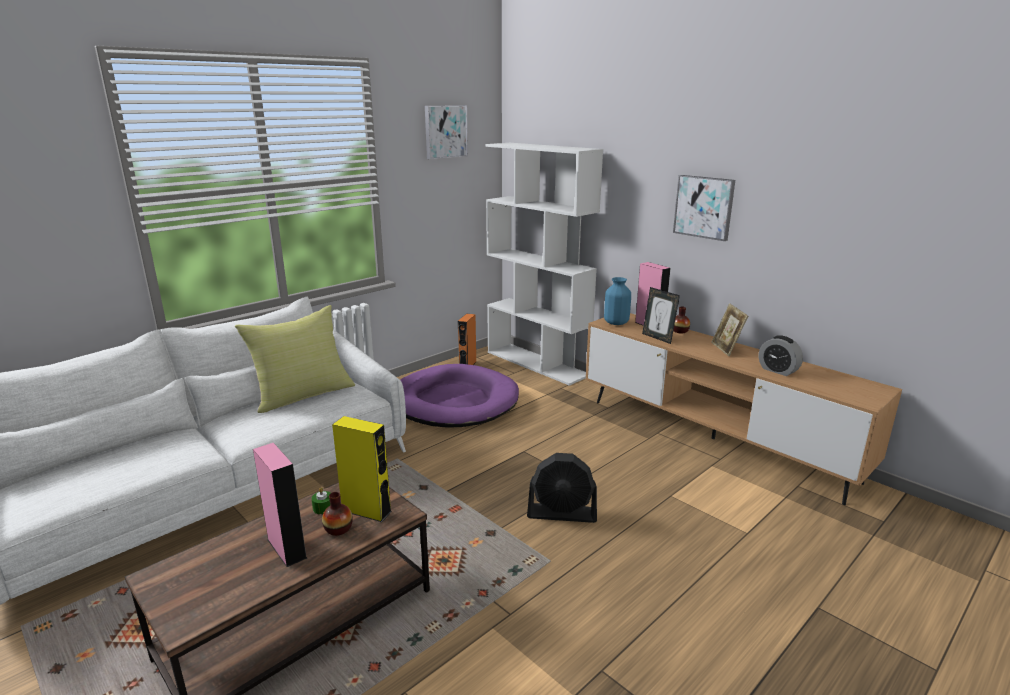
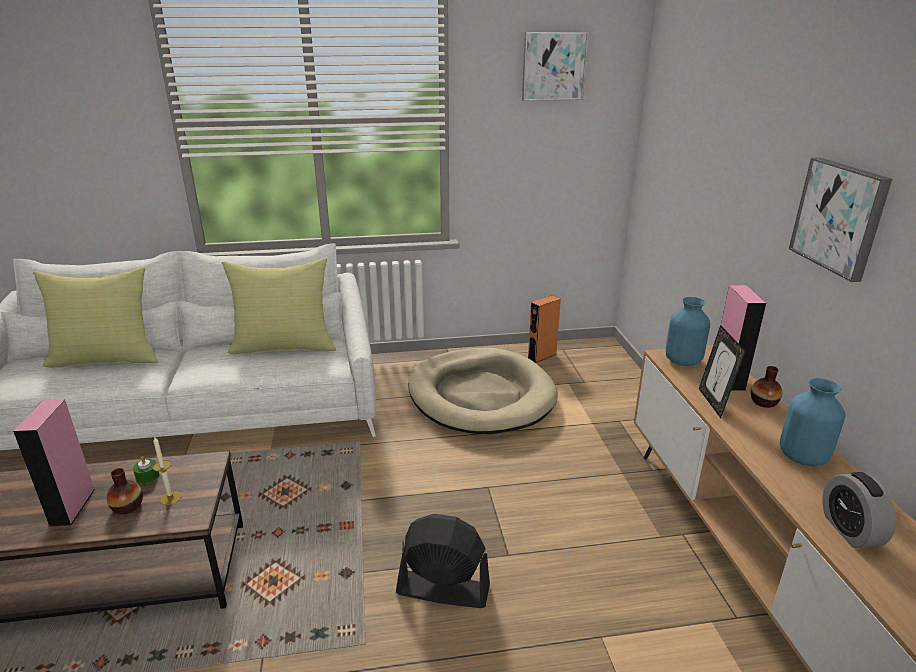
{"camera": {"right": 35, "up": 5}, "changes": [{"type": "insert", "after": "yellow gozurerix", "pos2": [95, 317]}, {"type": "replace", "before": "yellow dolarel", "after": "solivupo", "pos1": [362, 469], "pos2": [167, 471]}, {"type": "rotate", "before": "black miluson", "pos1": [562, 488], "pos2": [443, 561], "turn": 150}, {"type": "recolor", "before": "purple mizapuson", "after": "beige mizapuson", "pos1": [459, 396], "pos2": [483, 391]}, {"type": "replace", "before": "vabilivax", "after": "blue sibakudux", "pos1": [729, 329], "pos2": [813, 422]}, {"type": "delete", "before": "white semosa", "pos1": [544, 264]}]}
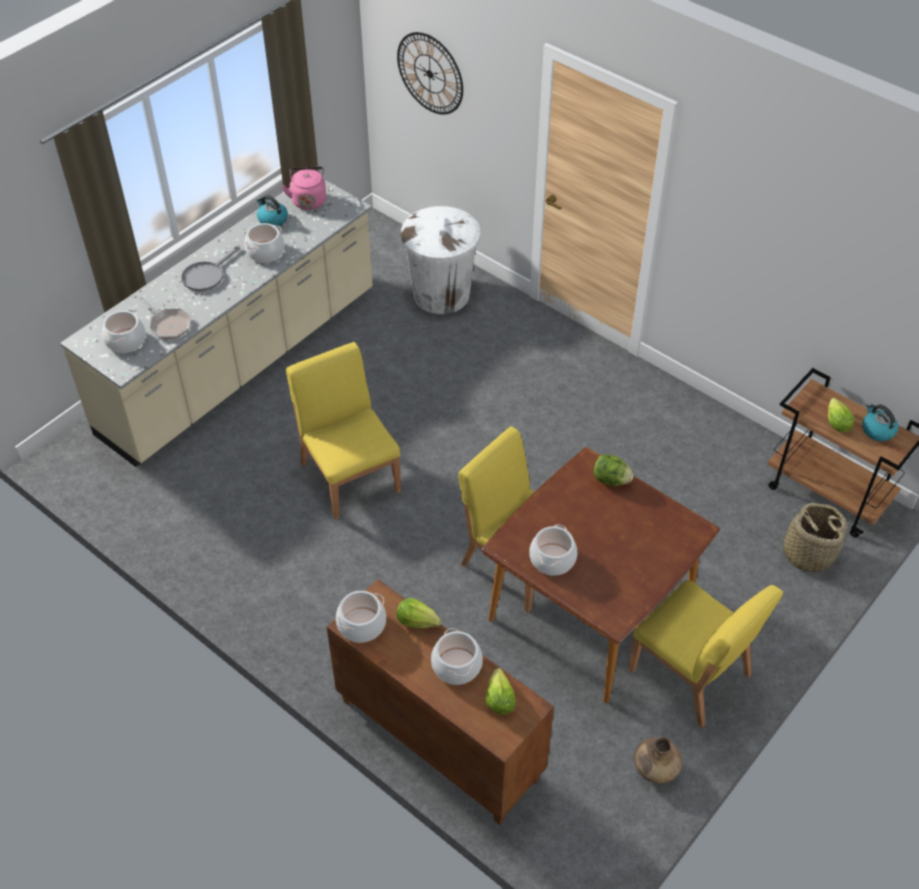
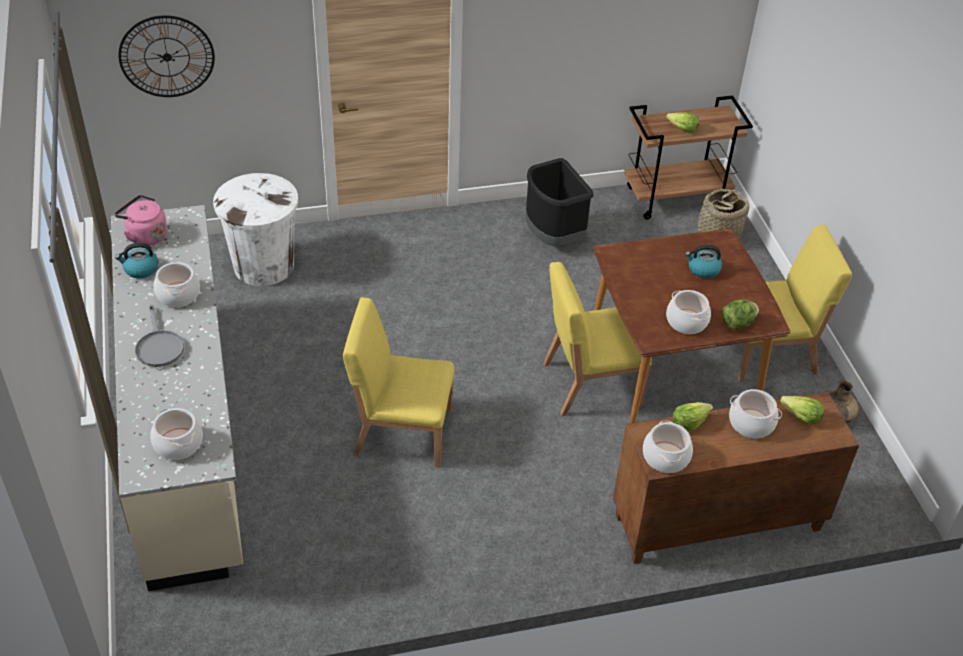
{"camera": {"right": -55, "up": -5}, "changes": [{"type": "insert", "after": "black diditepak", "pos2": [559, 202]}, {"type": "move", "before": "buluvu", "pos1": [880, 422], "pos2": [703, 261]}, {"type": "move", "before": "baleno", "pos1": [614, 470], "pos2": [740, 314]}, {"type": "delete", "before": "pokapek", "pos1": [164, 317]}]}
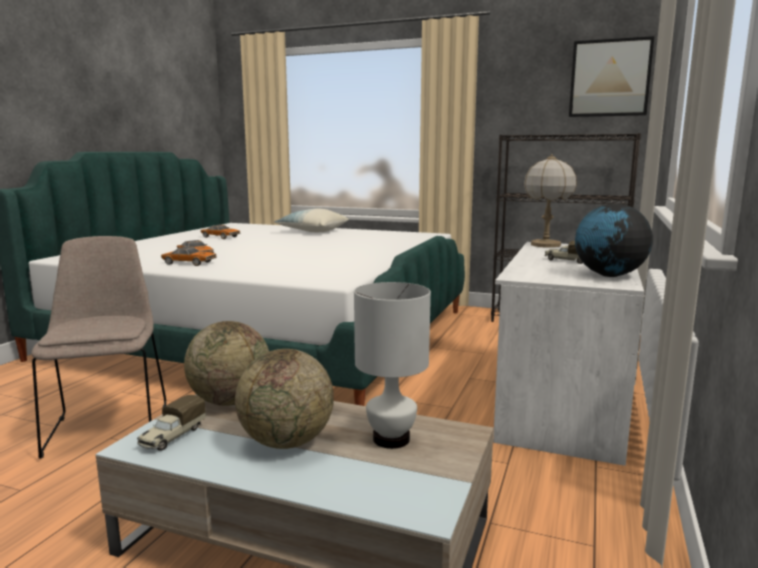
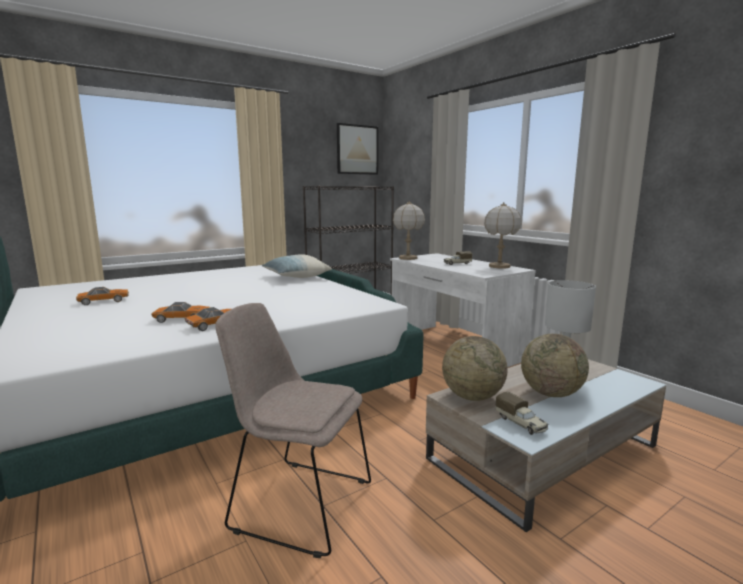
{"camera": {"right": -55, "up": 0}, "changes": [{"type": "move", "before": "gozurerix", "pos1": [311, 220], "pos2": [297, 266]}, {"type": "replace", "before": "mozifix", "after": "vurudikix", "pos1": [614, 240], "pos2": [503, 235]}]}
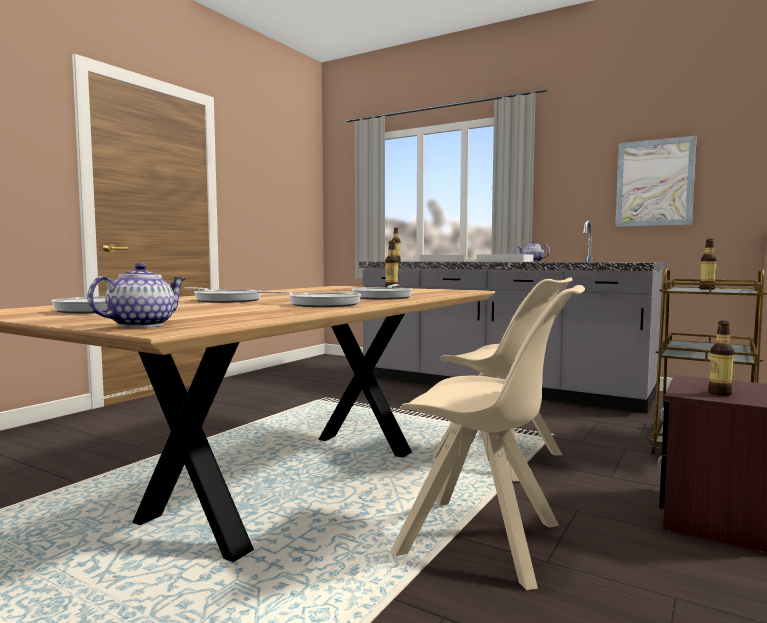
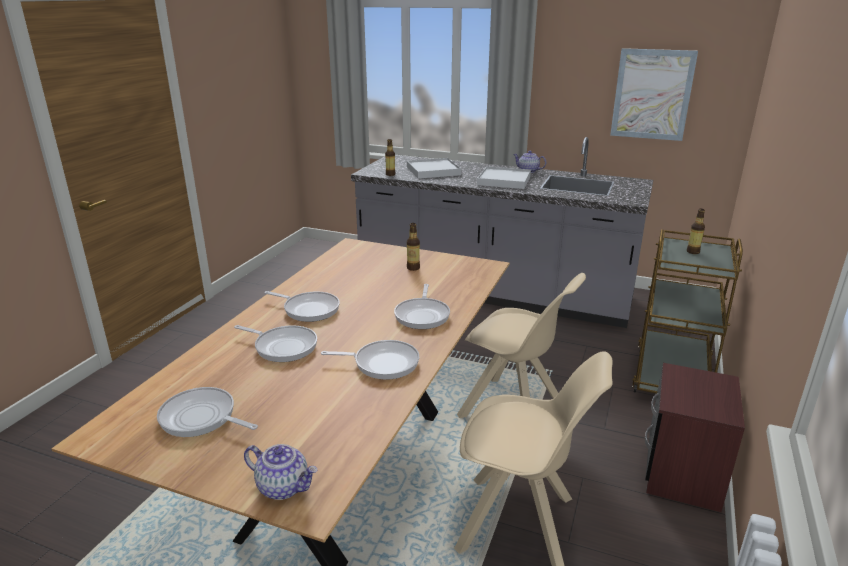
{"camera": {"right": -10, "up": 20}, "changes": [{"type": "rotate", "before": "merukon", "pos1": [136, 295], "pos2": [281, 472], "turn": 90}, {"type": "insert", "after": "pokapek", "pos2": [302, 306]}, {"type": "delete", "before": "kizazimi", "pos1": [721, 358]}]}
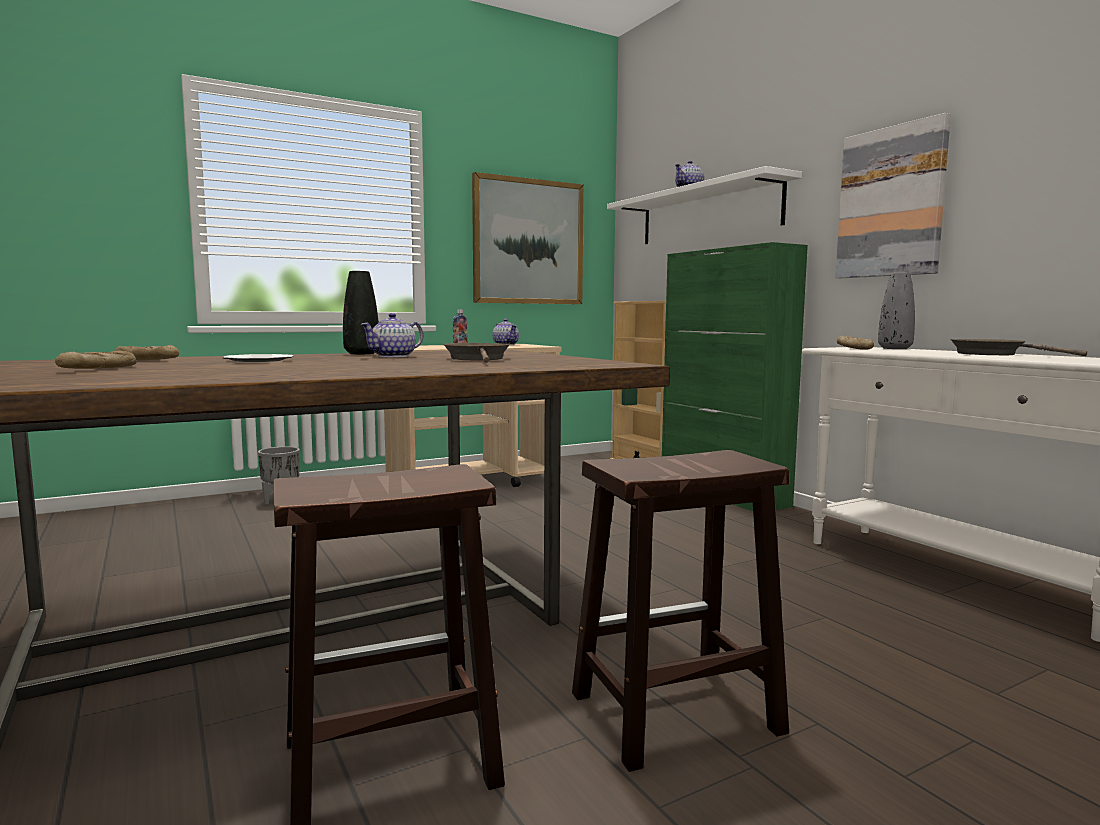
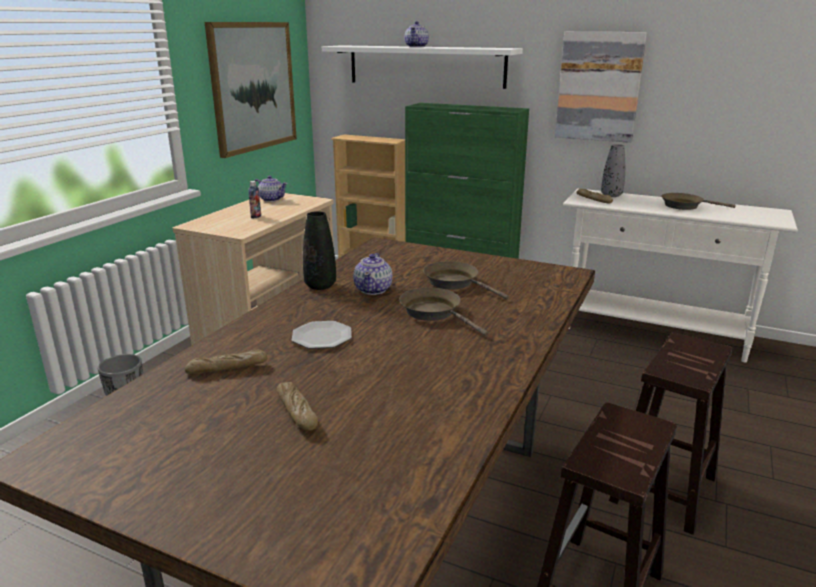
{"camera": {"right": -35, "up": 15}, "changes": [{"type": "insert", "after": "brown pokapek", "pos2": [443, 312]}]}
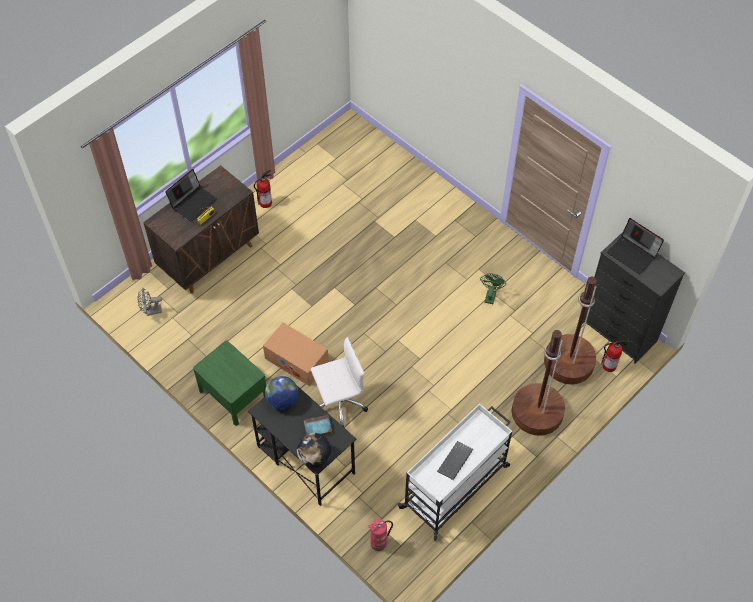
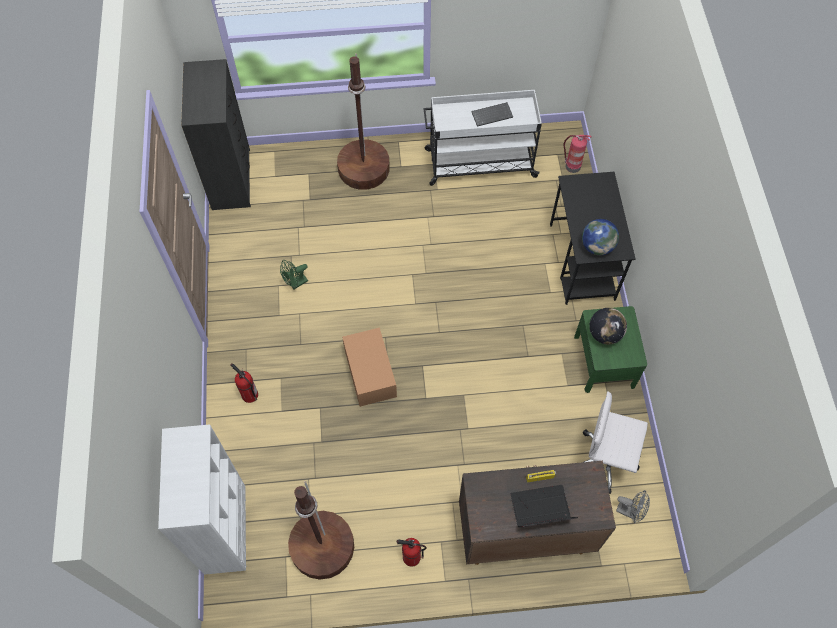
{"camera": {"right": -140, "up": 5}, "changes": [{"type": "insert", "after": "white semosa", "pos2": [202, 499]}, {"type": "move", "before": "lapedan", "pos1": [615, 356], "pos2": [244, 383]}, {"type": "move", "before": "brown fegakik", "pos1": [570, 330], "pos2": [321, 530]}, {"type": "move", "before": "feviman", "pos1": [296, 354], "pos2": [369, 367]}, {"type": "move", "before": "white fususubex", "pos1": [339, 382], "pos2": [615, 443]}, {"type": "move", "before": "mozifix", "pos1": [314, 450], "pos2": [608, 326]}, {"type": "delete", "before": "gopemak", "pos1": [318, 425]}, {"type": "delete", "before": "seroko", "pos1": [635, 246]}]}
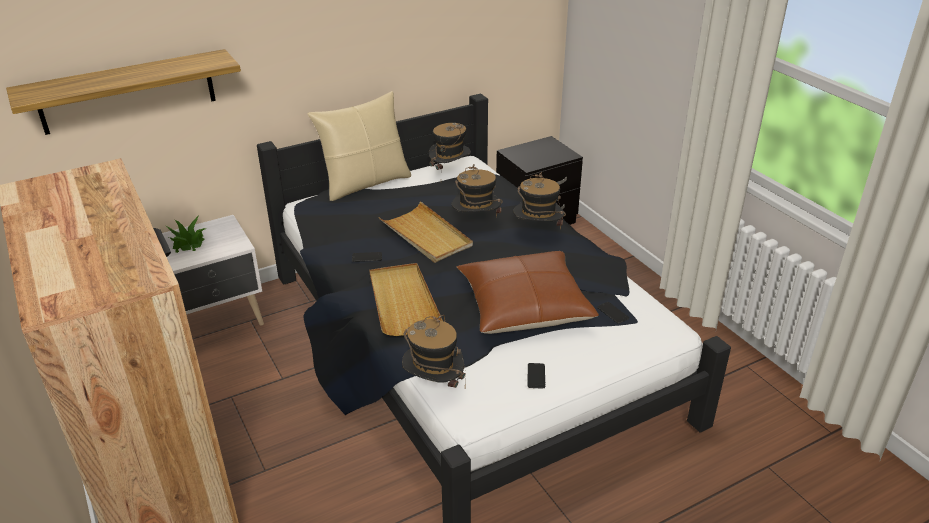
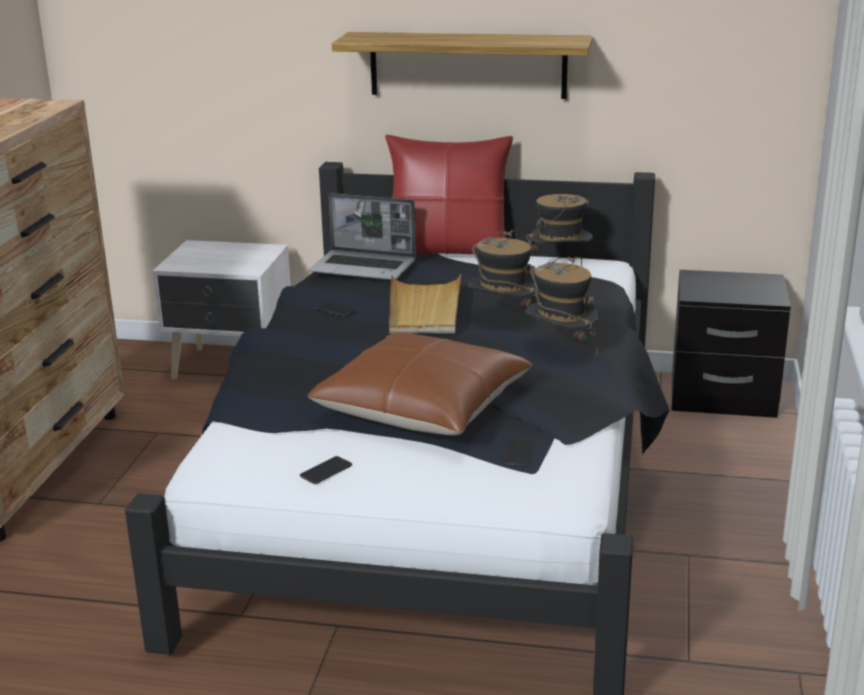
{"camera": {"right": 40, "up": -10}, "changes": [{"type": "insert", "after": "seroko", "pos2": [362, 236]}, {"type": "move", "before": "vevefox", "pos1": [123, 92], "pos2": [462, 65]}, {"type": "recolor", "before": "beige gozurerix", "after": "red gozurerix", "pos1": [359, 146], "pos2": [449, 194]}, {"type": "delete", "before": "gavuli", "pos1": [186, 234]}, {"type": "delete", "before": "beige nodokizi", "pos1": [406, 299]}, {"type": "delete", "before": "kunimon", "pos1": [434, 351]}]}
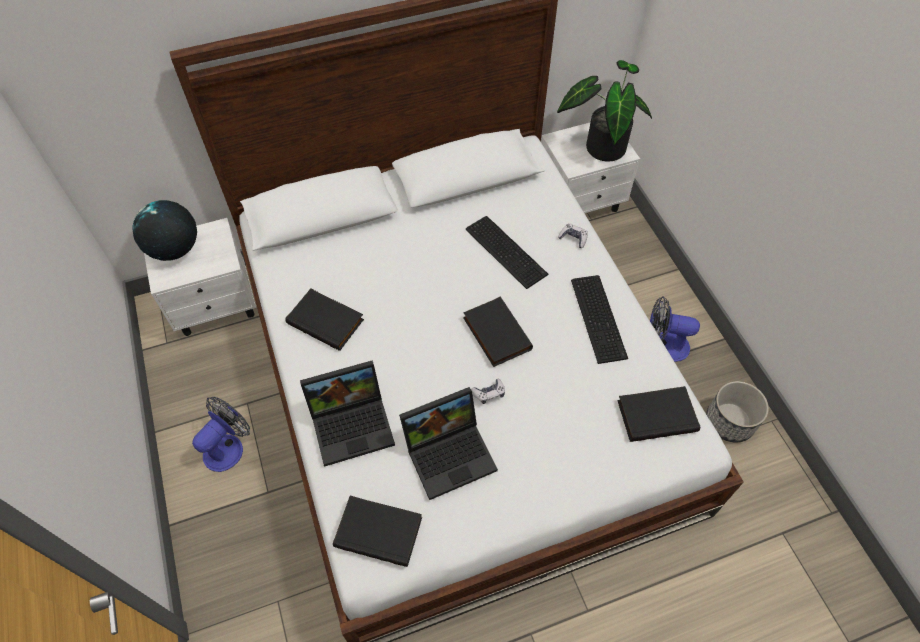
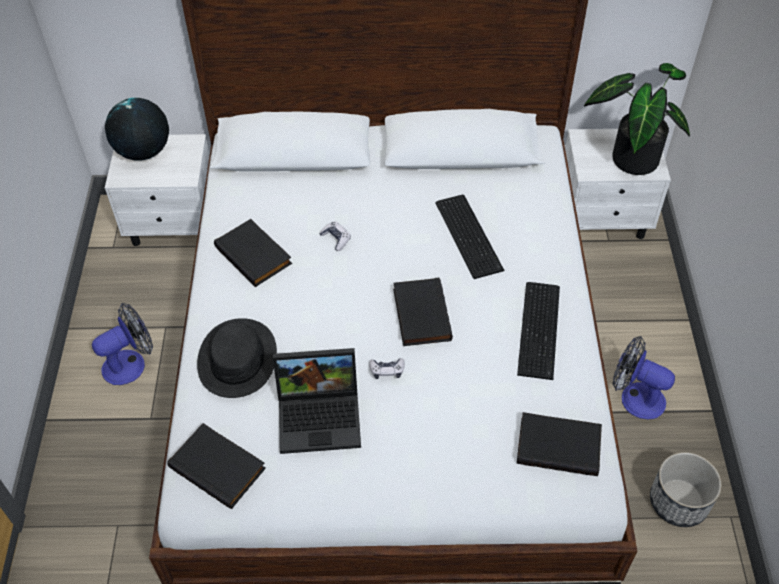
{"camera": {"right": 20, "up": -5}, "changes": [{"type": "replace", "before": "seroko", "after": "black kunimon", "pos1": [347, 413], "pos2": [237, 358]}, {"type": "move", "before": "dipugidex", "pos1": [573, 235], "pos2": [335, 236]}]}
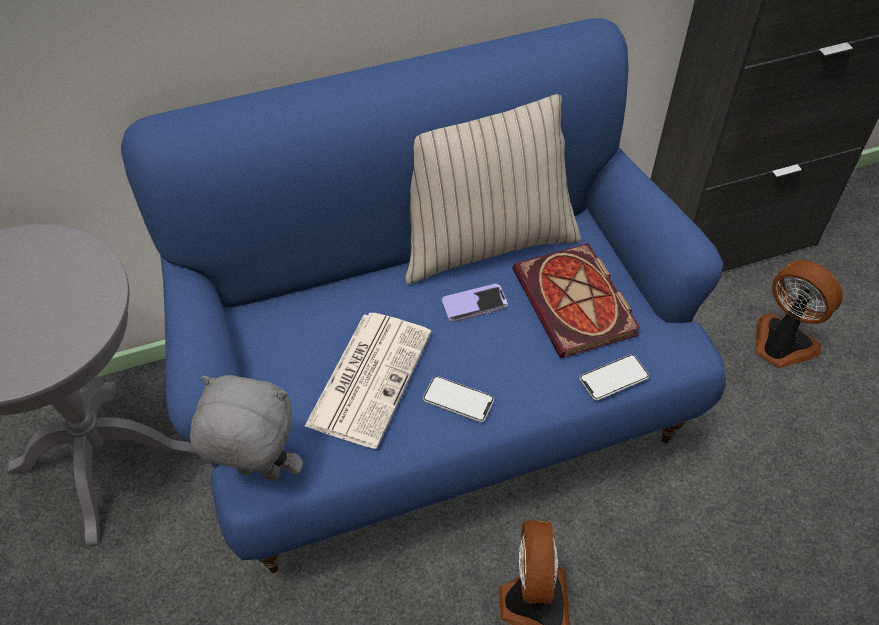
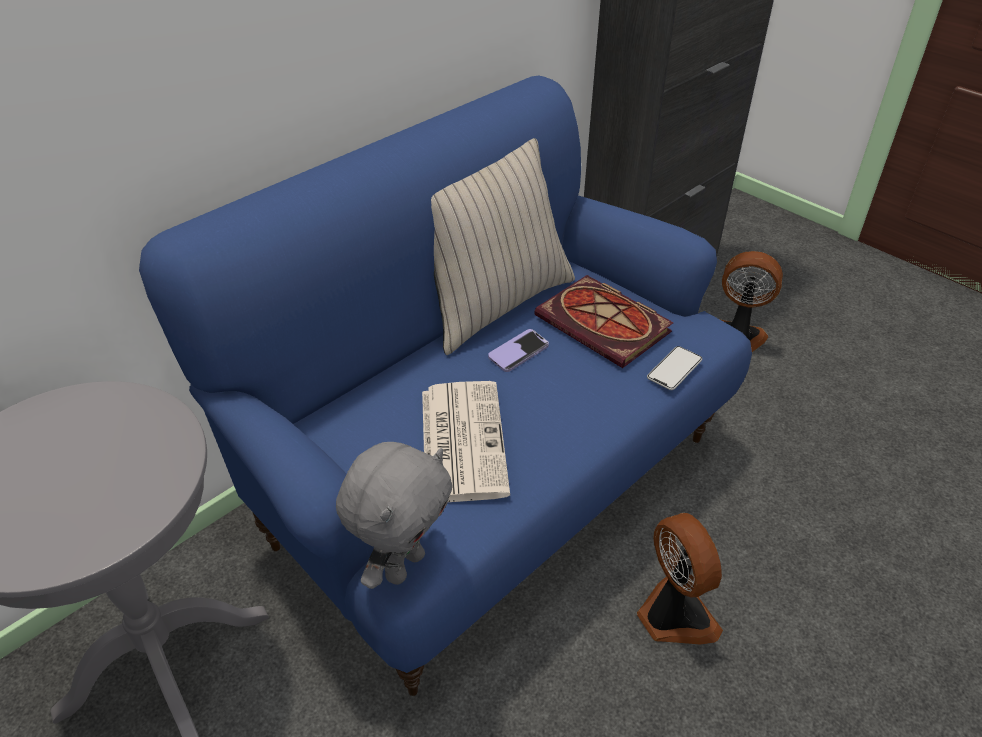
{"camera": {"right": -25, "up": -10}, "changes": [{"type": "rotate", "before": "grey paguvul", "pos1": [246, 428], "pos2": [394, 515], "turn": 135}, {"type": "delete", "before": "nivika", "pos1": [458, 399]}]}
